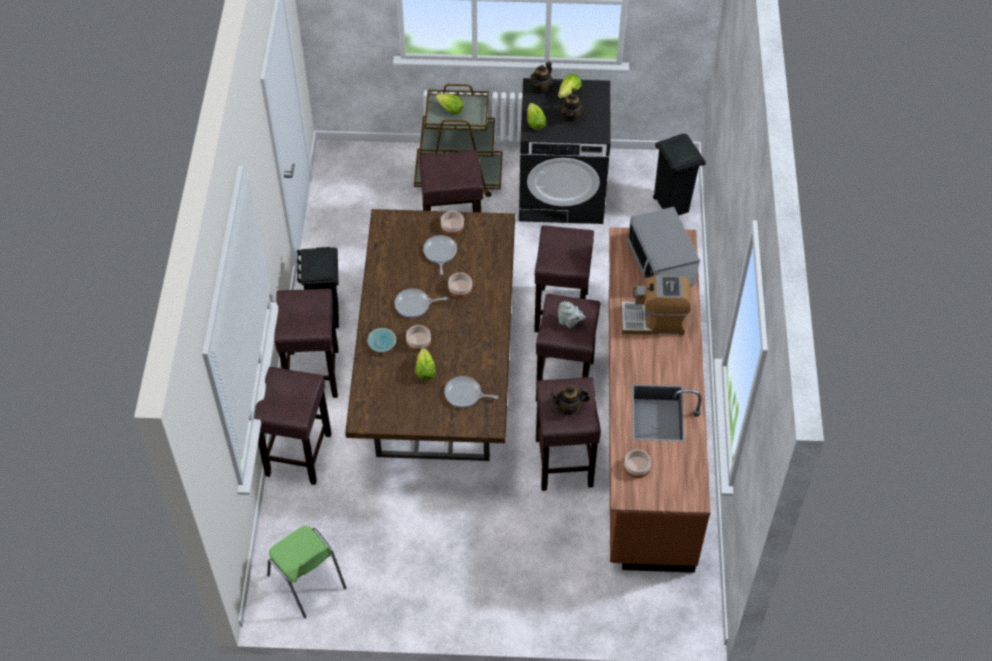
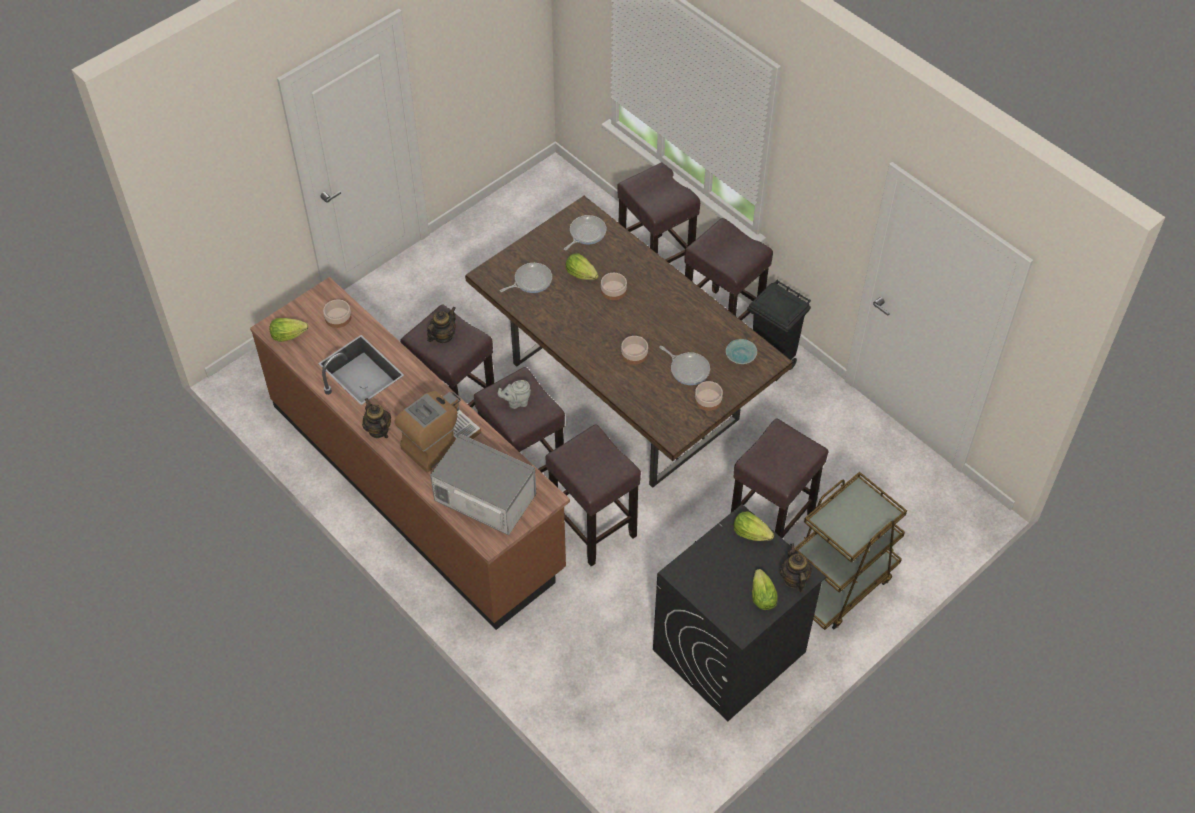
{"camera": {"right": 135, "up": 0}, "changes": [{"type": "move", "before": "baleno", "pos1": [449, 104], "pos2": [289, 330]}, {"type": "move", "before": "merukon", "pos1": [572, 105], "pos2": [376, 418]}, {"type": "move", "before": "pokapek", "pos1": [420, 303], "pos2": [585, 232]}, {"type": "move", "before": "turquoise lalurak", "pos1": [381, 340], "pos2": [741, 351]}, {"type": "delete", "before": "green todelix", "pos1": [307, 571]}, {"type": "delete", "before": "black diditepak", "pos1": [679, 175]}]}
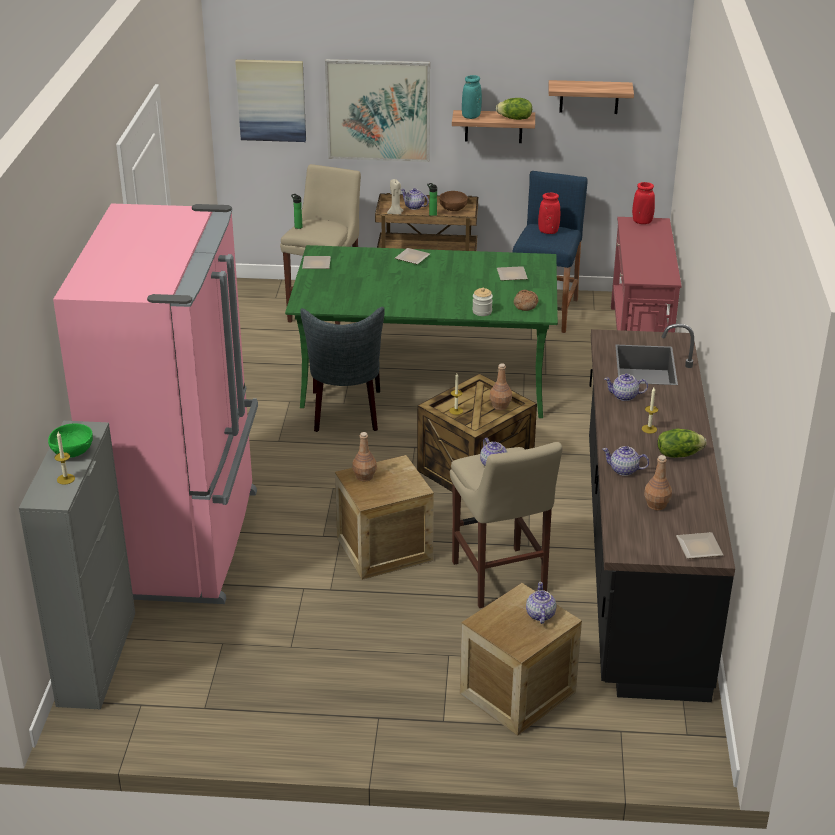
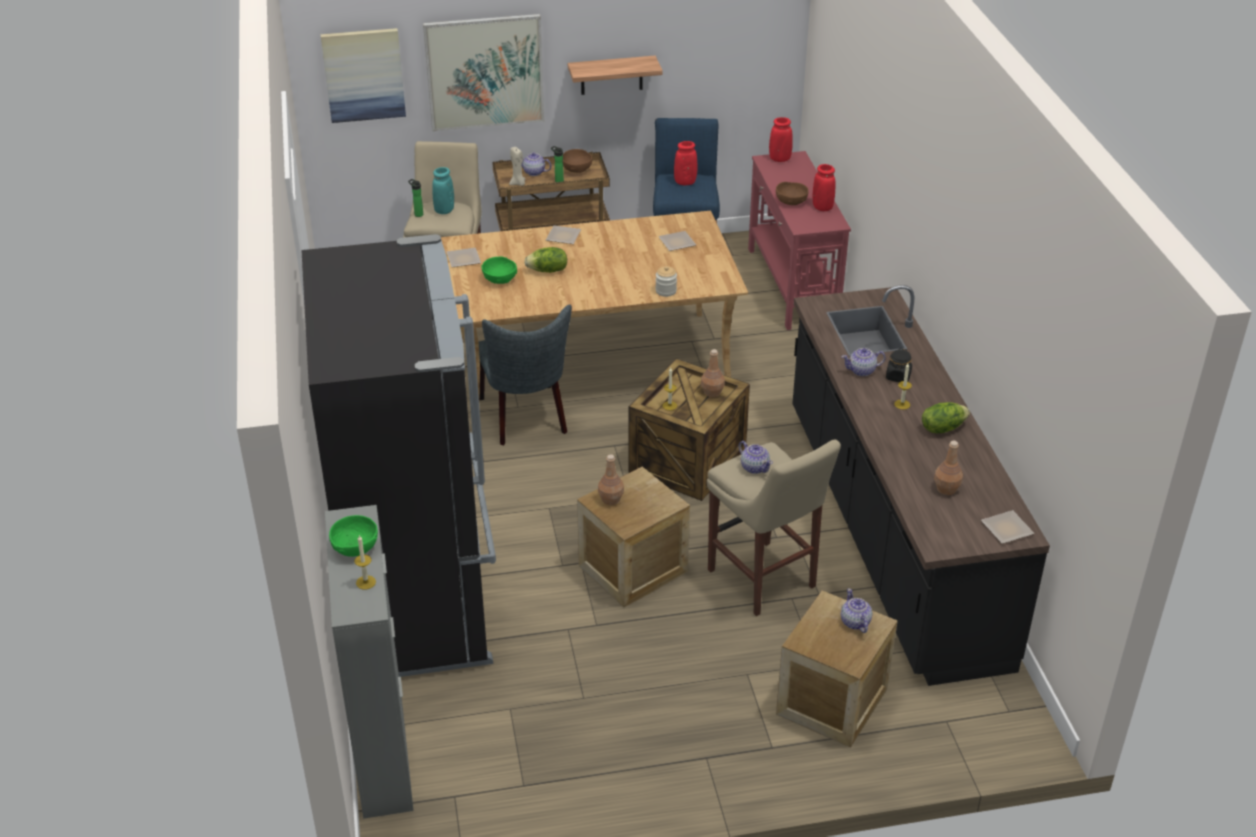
{"camera": {"right": -15, "up": 5}, "changes": [{"type": "recolor", "before": "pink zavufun", "after": "black zavufun", "pos1": [155, 403], "pos2": [398, 455]}, {"type": "move", "before": "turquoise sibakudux", "pos1": [472, 97], "pos2": [443, 190]}, {"type": "recolor", "before": "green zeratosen", "after": "beige zeratosen", "pos1": [421, 331], "pos2": [594, 303]}, {"type": "insert", "after": "green lalurak", "pos2": [499, 270]}, {"type": "move", "before": "baleno", "pos1": [514, 109], "pos2": [545, 260]}, {"type": "insert", "after": "brown lalurak", "pos2": [792, 193]}, {"type": "insert", "after": "red sibakudux", "pos2": [824, 187]}, {"type": "insert", "after": "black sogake", "pos2": [899, 365]}, {"type": "delete", "before": "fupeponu", "pos1": [526, 300]}, {"type": "delete", "before": "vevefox", "pos1": [591, 97]}, {"type": "delete", "before": "merukon", "pos1": [625, 461]}]}
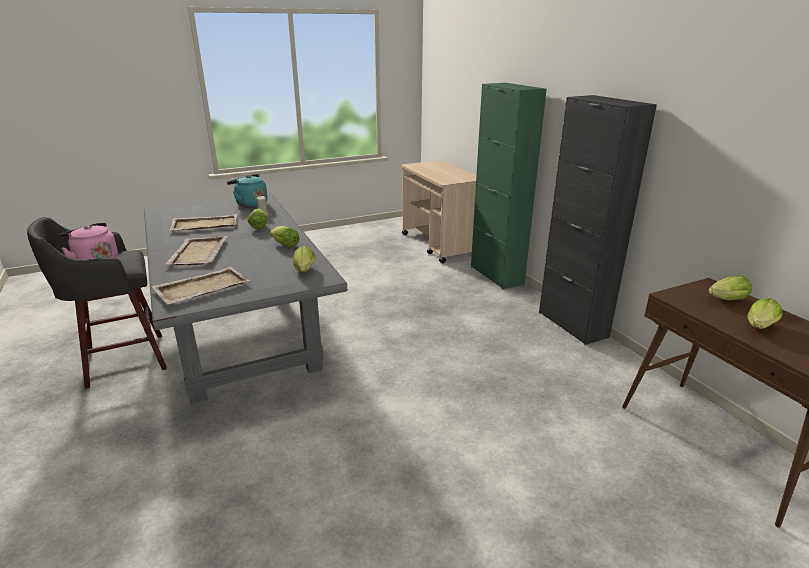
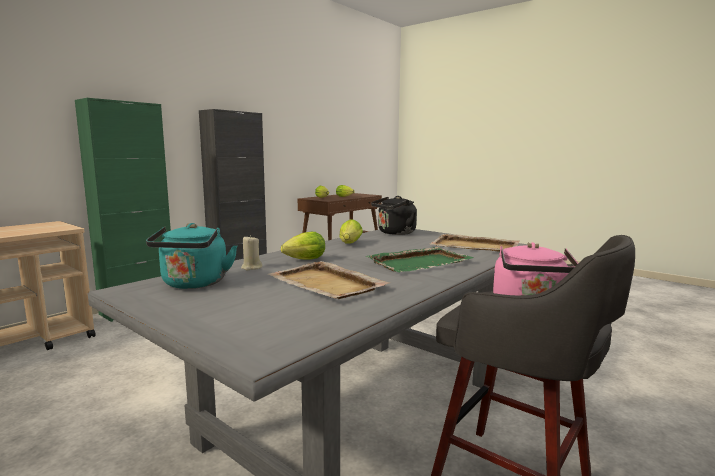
{"camera": {"right": -115, "up": -15}, "changes": [{"type": "recolor", "before": "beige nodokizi", "after": "green nodokizi", "pos1": [196, 250], "pos2": [420, 259]}, {"type": "replace", "before": "baleno", "after": "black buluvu", "pos1": [304, 259], "pos2": [394, 215]}]}
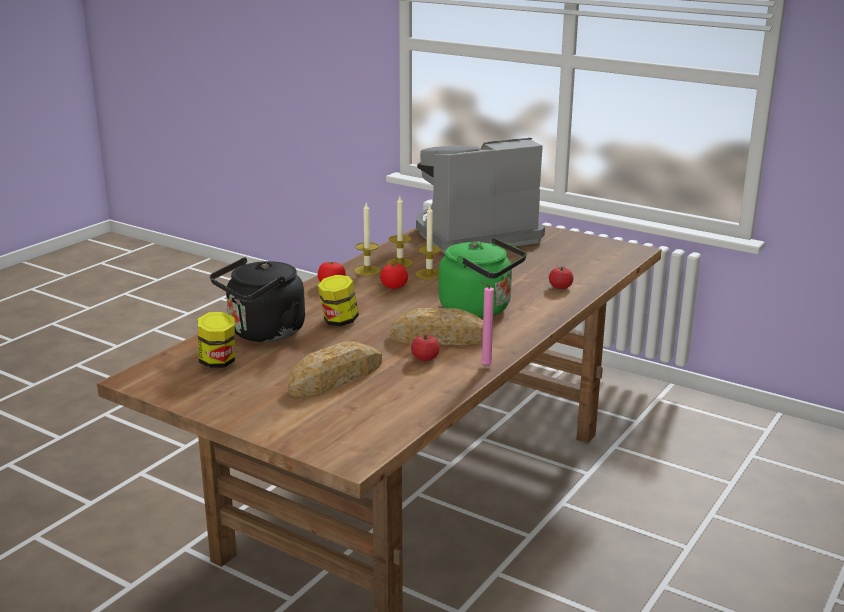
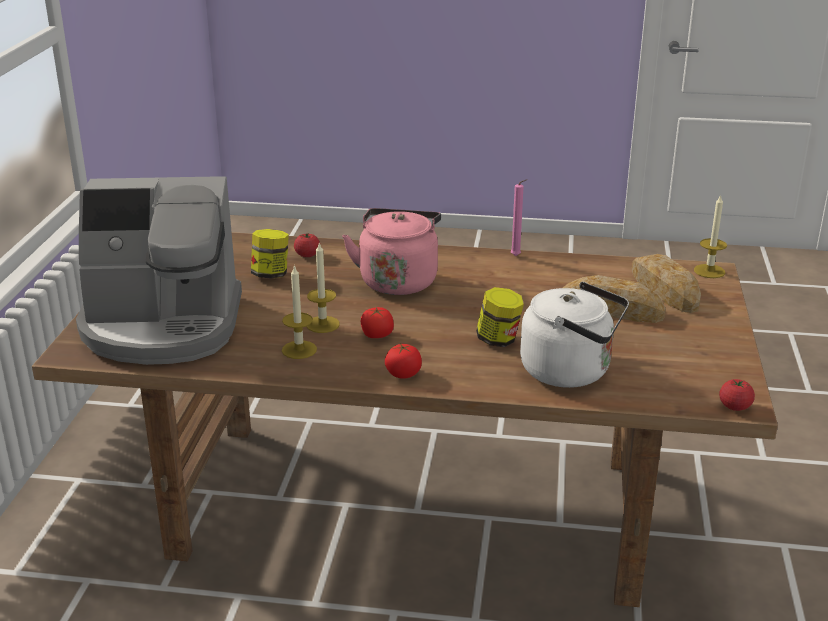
{"camera": {"right": -115, "up": 5}, "changes": [{"type": "rotate", "before": "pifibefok", "pos1": [480, 196], "pos2": [159, 270], "turn": -45}, {"type": "move", "before": "sogake", "pos1": [216, 340], "pos2": [270, 254]}, {"type": "recolor", "before": "green buluvu", "after": "pink buluvu", "pos1": [483, 277], "pos2": [391, 251]}, {"type": "recolor", "before": "black buluvu", "after": "white buluvu", "pos1": [257, 299], "pos2": [574, 335]}, {"type": "move", "before": "fupeponu", "pos1": [436, 326], "pos2": [666, 283]}, {"type": "move", "before": "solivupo", "pos1": [367, 239], "pos2": [710, 236]}, {"type": "move", "before": "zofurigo", "pos1": [425, 348], "pos2": [737, 395]}]}
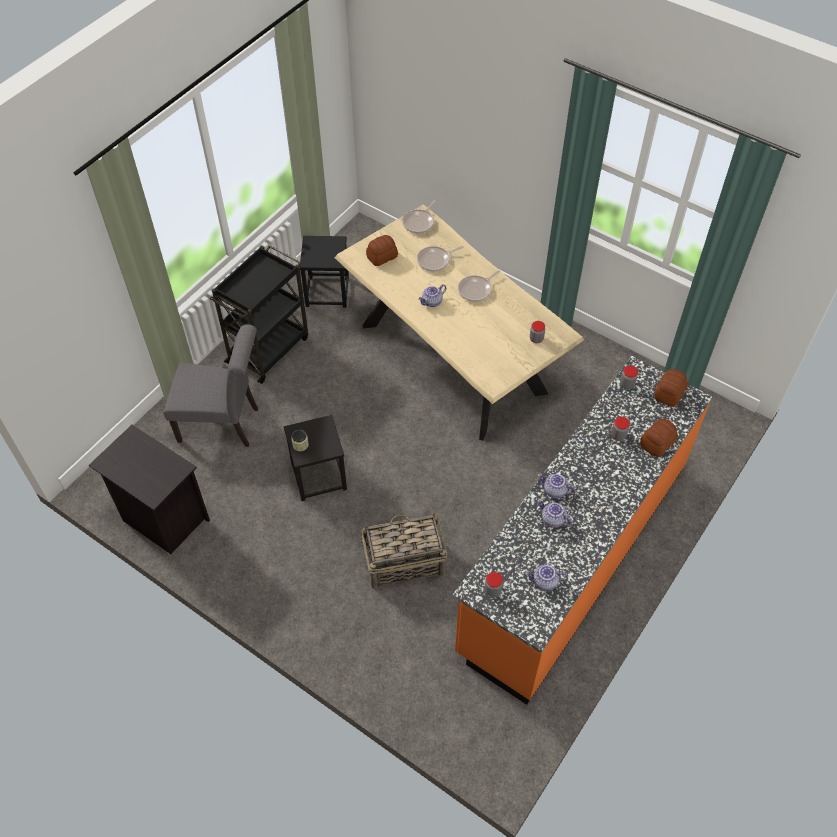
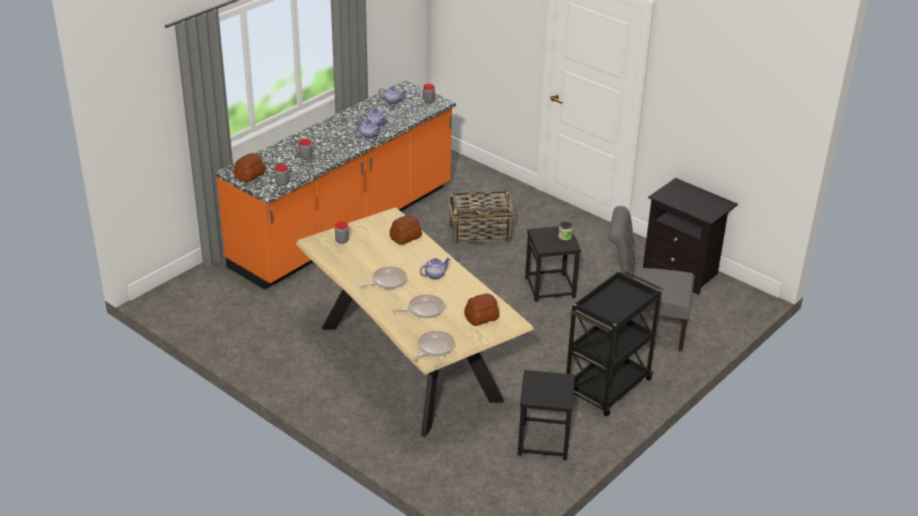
{"camera": {"right": -175, "up": -20}, "changes": [{"type": "move", "before": "fupeponu", "pos1": [659, 438], "pos2": [406, 230]}]}
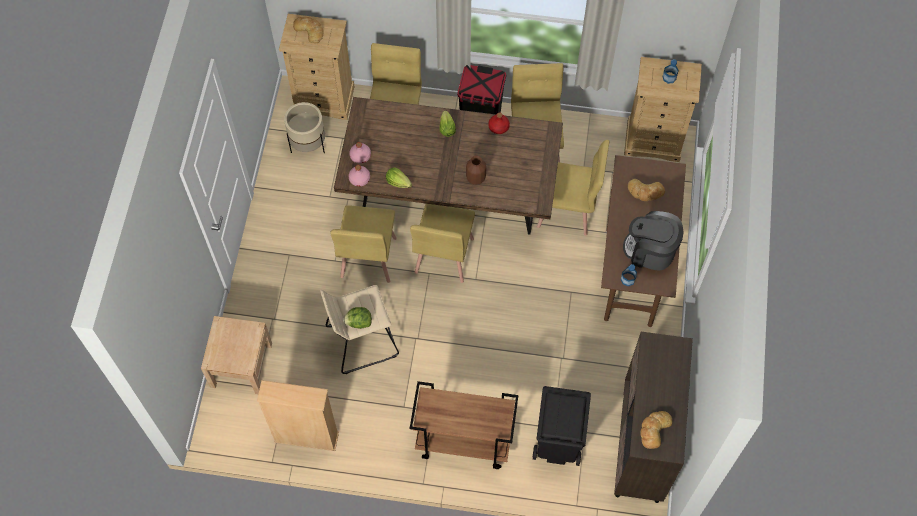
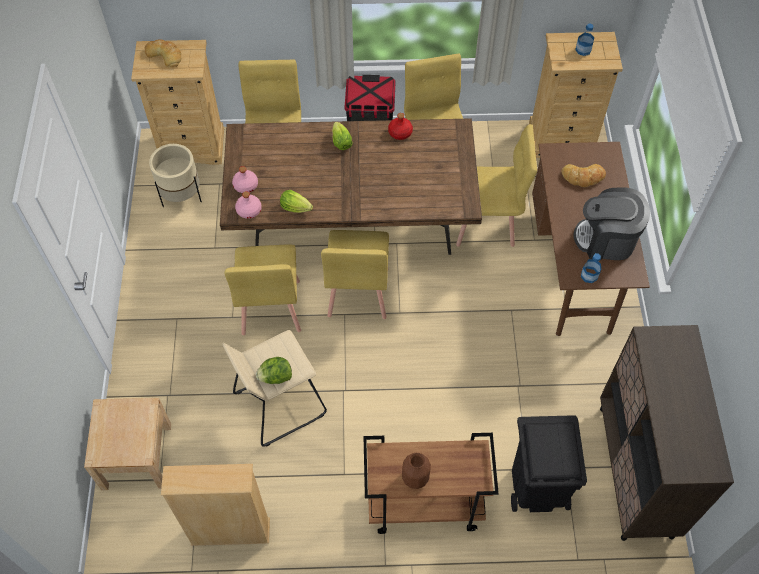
{"camera": {"right": -10, "up": -5}, "changes": [{"type": "move", "before": "brown sibakudux", "pos1": [476, 170], "pos2": [416, 471]}, {"type": "delete", "before": "fupeponu", "pos1": [656, 430]}]}
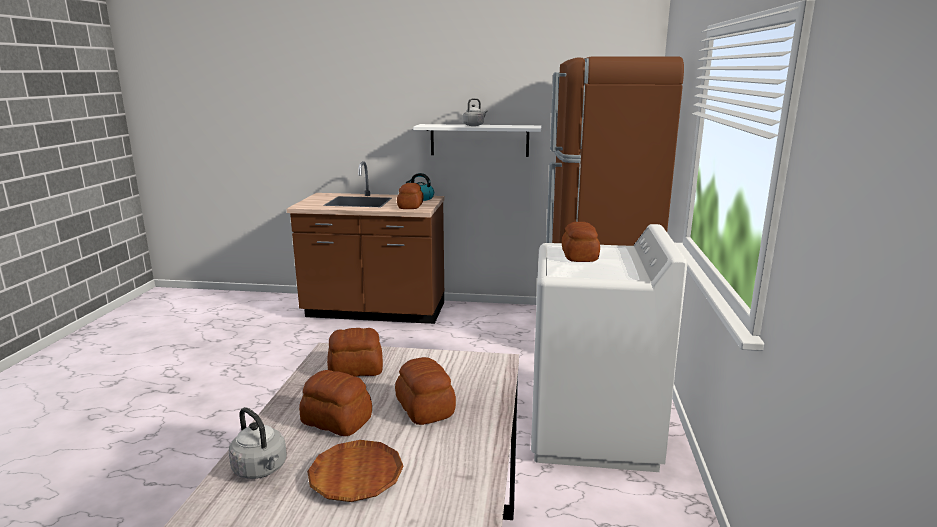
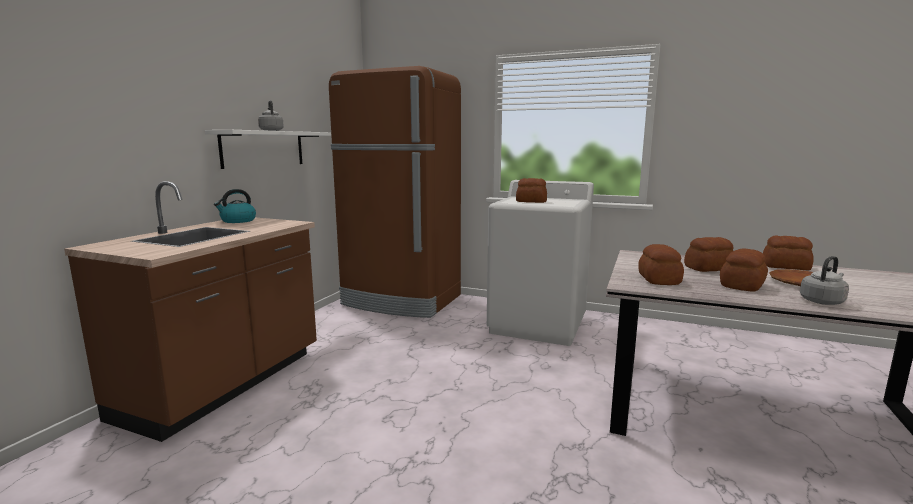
{"camera": {"right": -75, "up": -5}, "changes": [{"type": "move", "before": "fupeponu", "pos1": [410, 196], "pos2": [788, 252]}]}
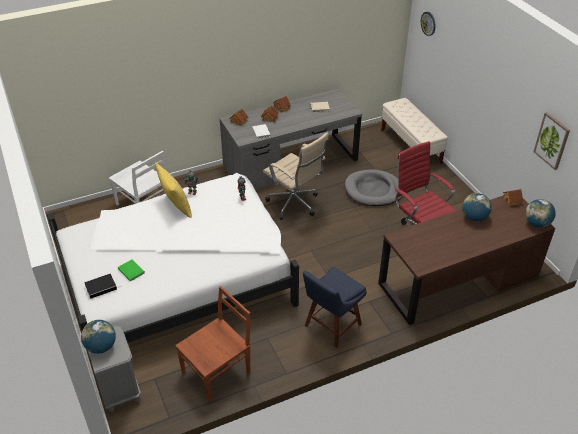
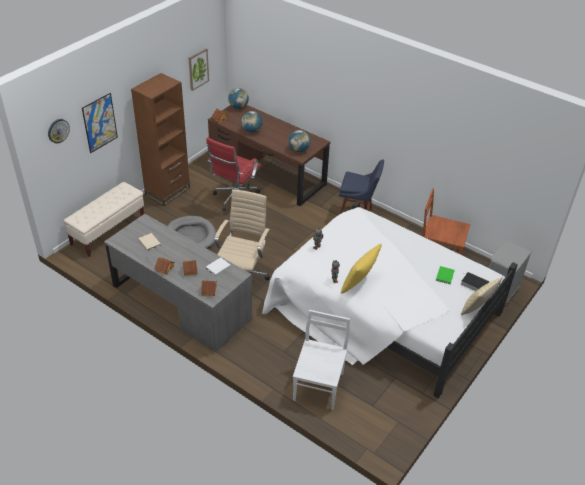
{"camera": {"right": -120, "up": 0}, "changes": [{"type": "insert", "after": "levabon", "pos2": [100, 123]}, {"type": "insert", "after": "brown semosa", "pos2": [160, 139]}, {"type": "move", "before": "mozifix", "pos1": [98, 337], "pos2": [300, 141]}, {"type": "insert", "after": "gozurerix", "pos2": [482, 296]}]}
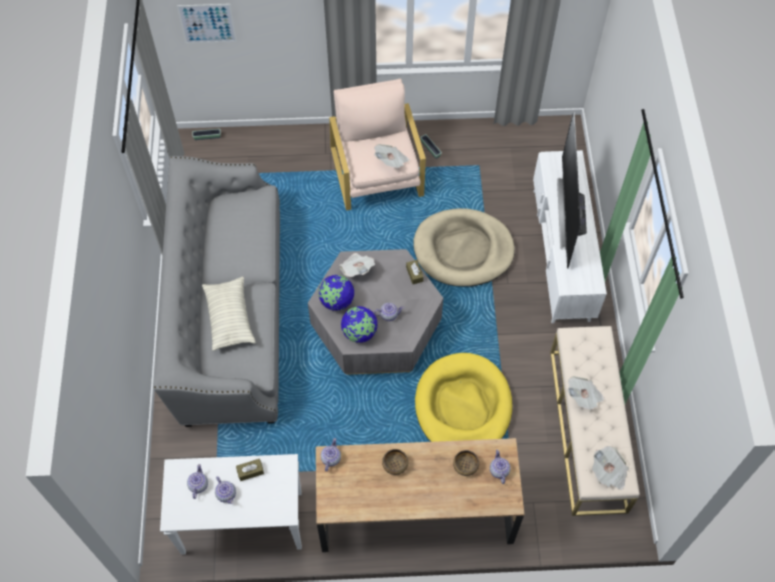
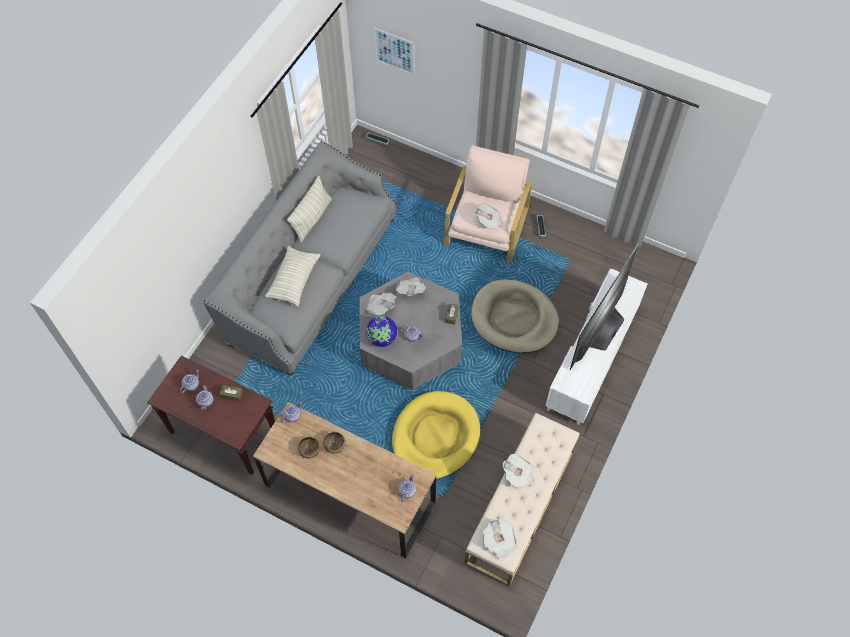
{"camera": {"right": 30, "up": 0}, "changes": [{"type": "recolor", "before": "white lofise", "after": "brown lofise", "pos1": [231, 504], "pos2": [211, 415]}, {"type": "insert", "after": "gozurerix", "pos2": [309, 209]}, {"type": "move", "before": "lalurak", "pos1": [466, 463], "pos2": [309, 447]}, {"type": "replace", "before": "mozifix", "after": "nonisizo", "pos1": [336, 293], "pos2": [380, 304]}]}
